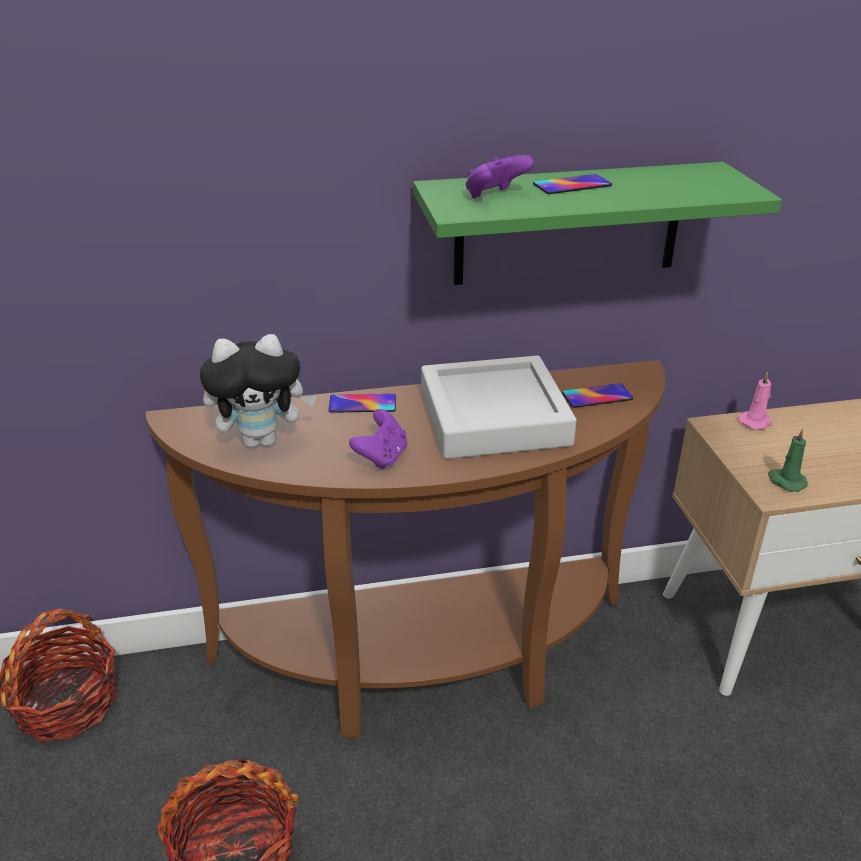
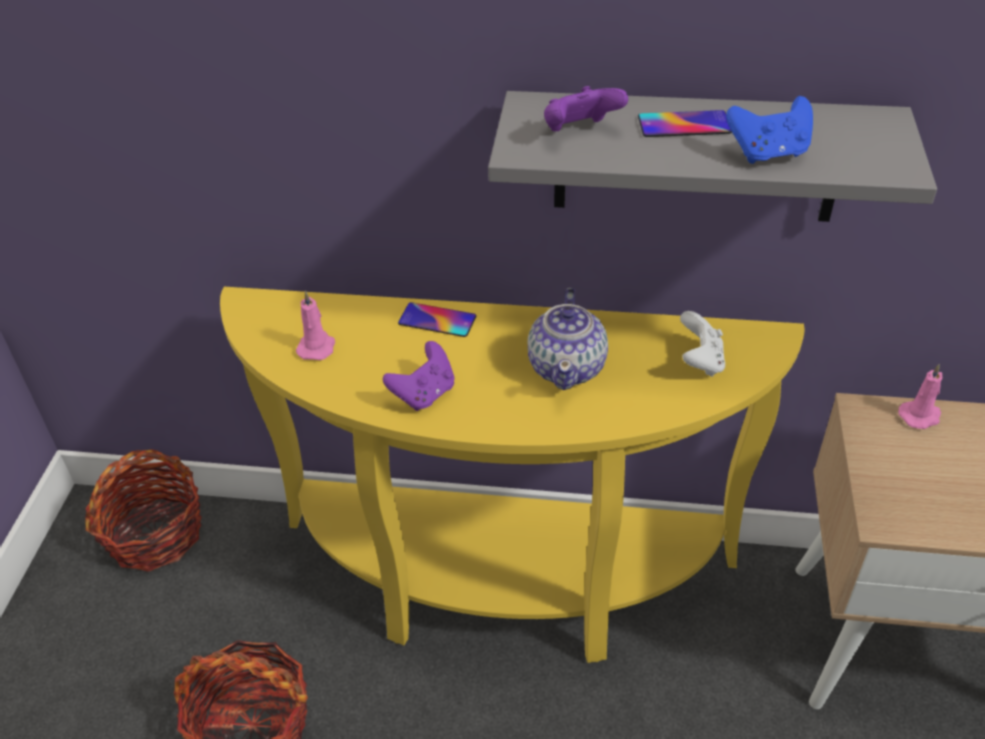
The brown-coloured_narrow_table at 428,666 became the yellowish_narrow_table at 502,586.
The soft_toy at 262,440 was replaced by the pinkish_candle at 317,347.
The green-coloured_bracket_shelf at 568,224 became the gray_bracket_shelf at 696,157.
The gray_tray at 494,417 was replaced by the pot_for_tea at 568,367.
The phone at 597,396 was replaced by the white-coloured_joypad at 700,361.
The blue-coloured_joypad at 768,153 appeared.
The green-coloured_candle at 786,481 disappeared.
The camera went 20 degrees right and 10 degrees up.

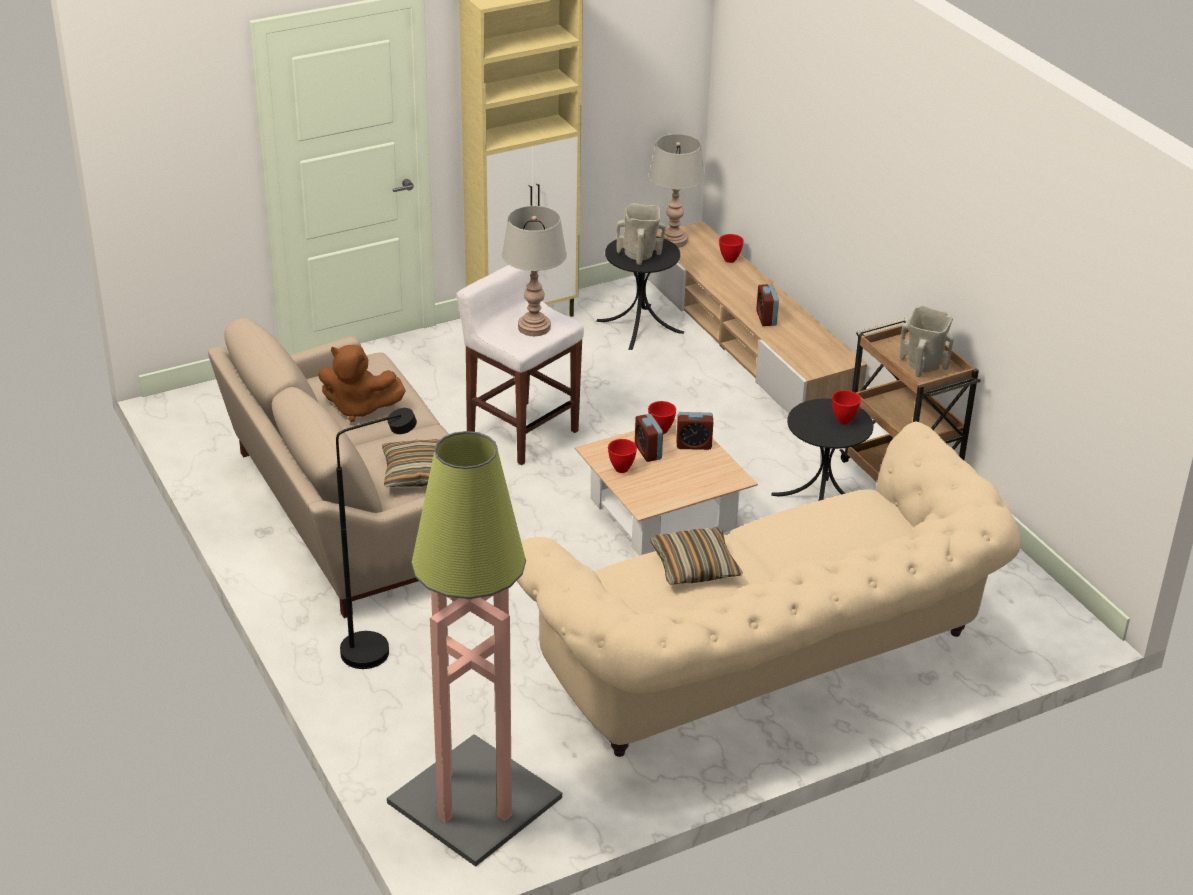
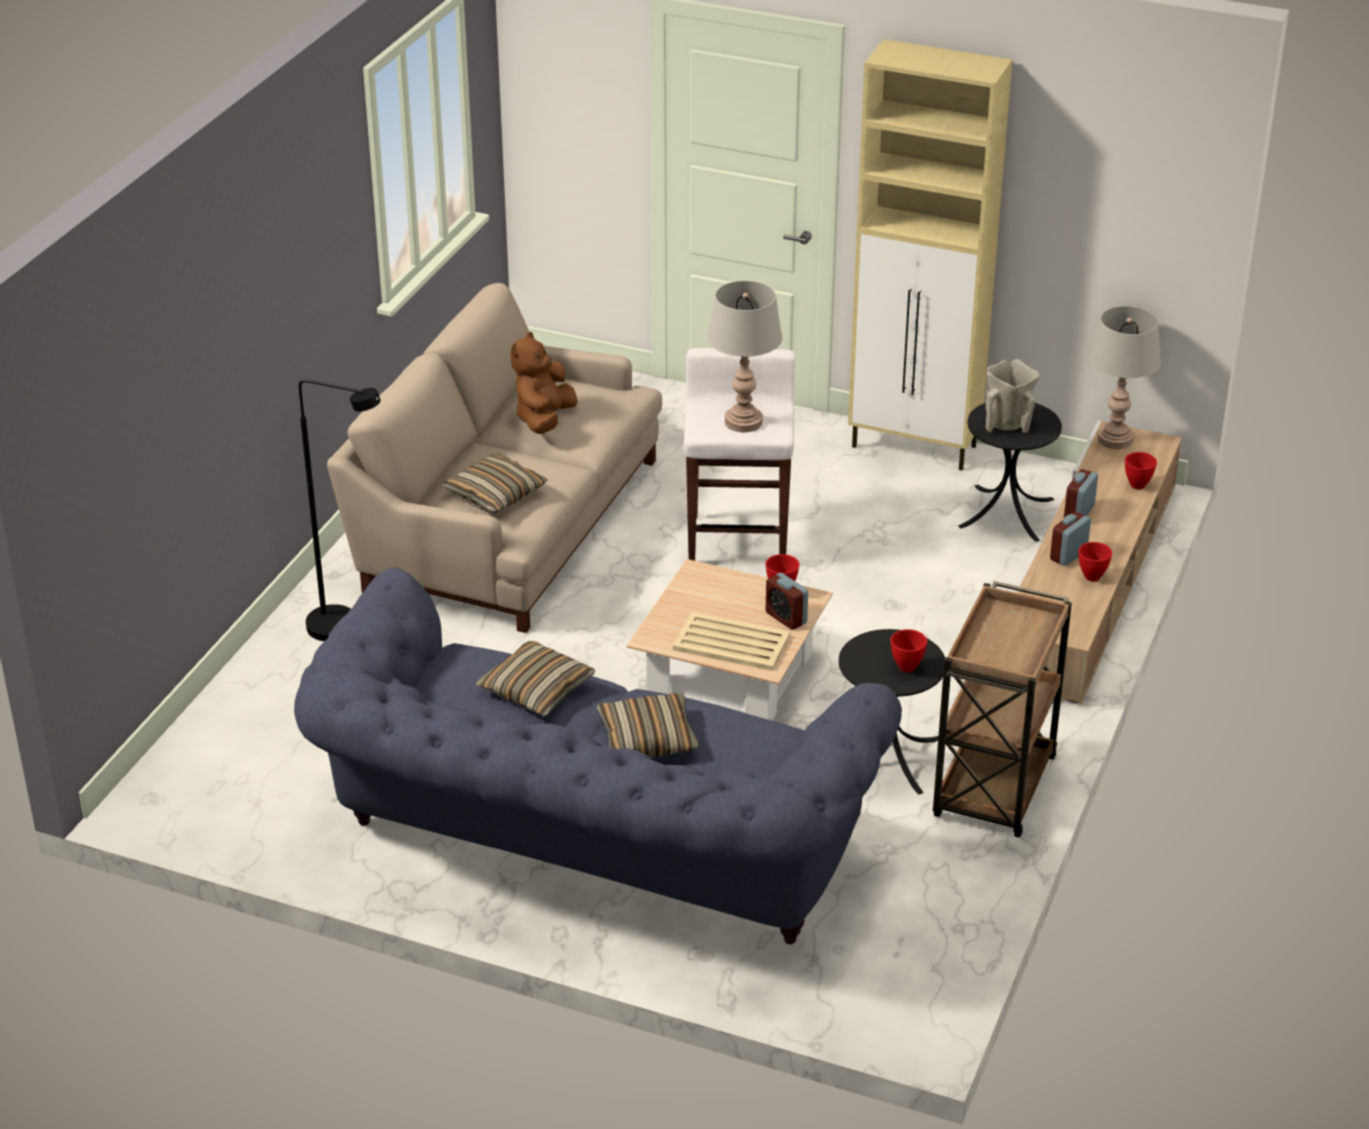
The beige-coloured_settee at 770,668 became the blue-coloured_settee at 587,850.
The brown-coloured_soft_toy at 359,408 turned 45 degrees clockwise.
The throw_pillow at 647,738 appeared.
The beige-coloured_tray at 732,643 appeared.
The alarm_clock moved from 648,452 to 1079,512.
The reddish_bowl moved from 621,469 to 1091,577.
The standard_lamp at 472,800 disappeared.
The beige-coloured_flower_vase at 923,366 disappeared.
The camera went 50 degrees right and 0 degrees up.

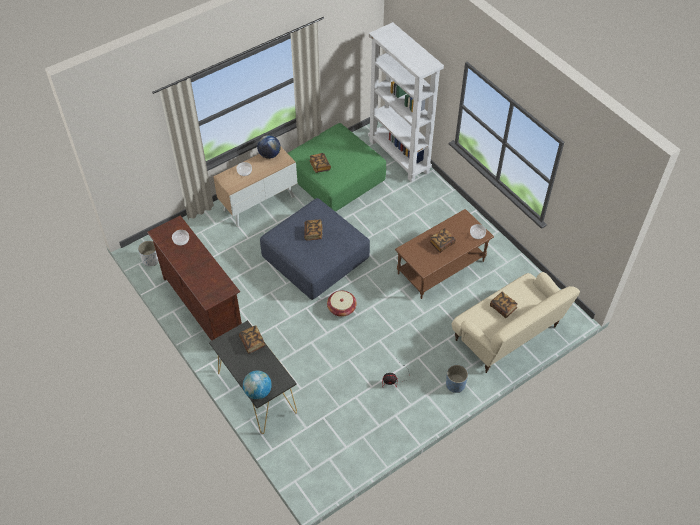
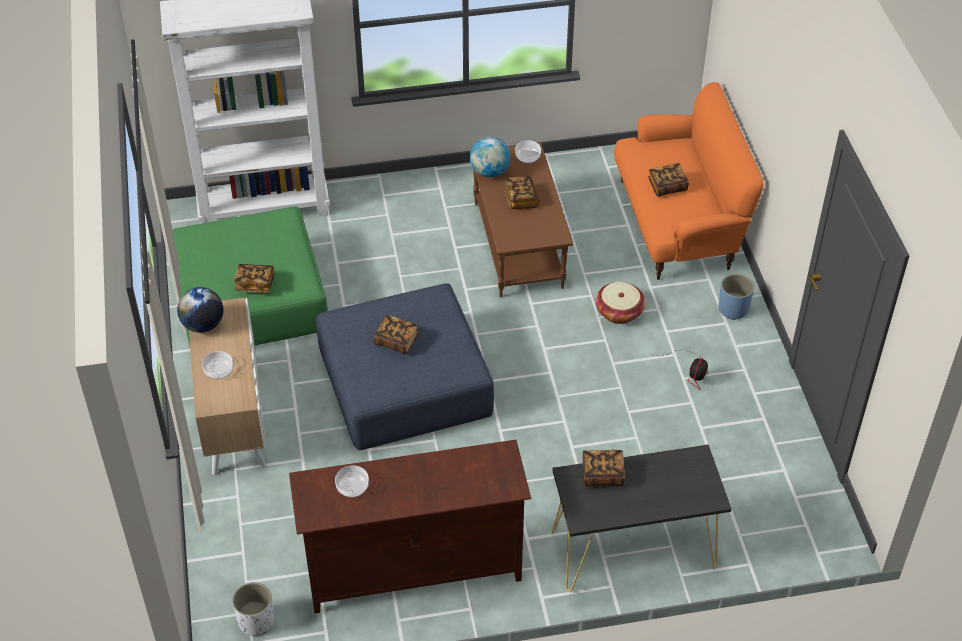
The desk_globe moved from 258,392 to 489,172.
The basket moved from 341,308 to 619,312.
The beige-coloured_settee at 507,335 became the orangey_settee at 677,224.
The camera went 65 degrees left and 5 degrees down.

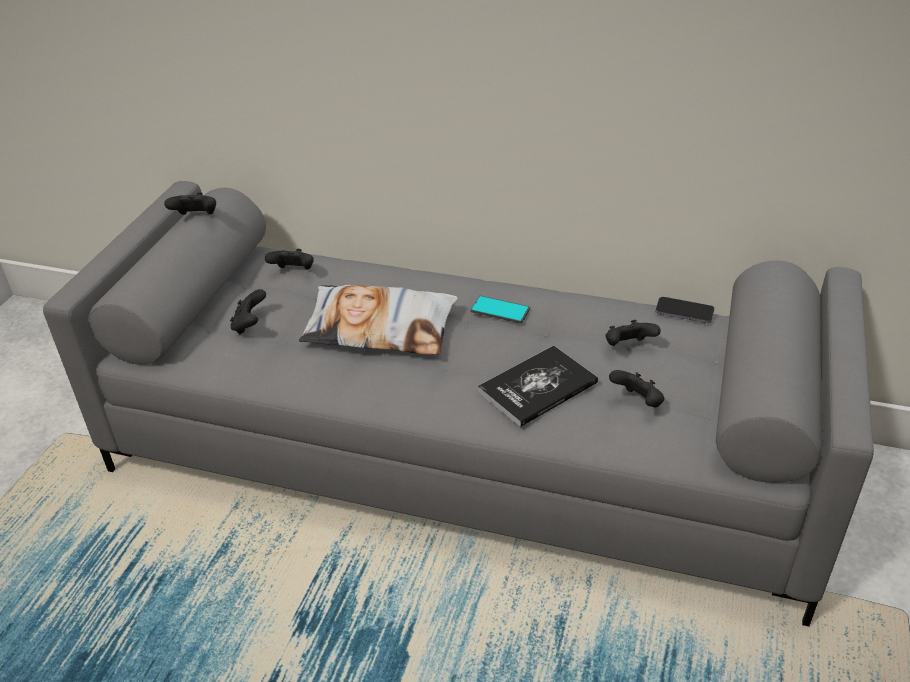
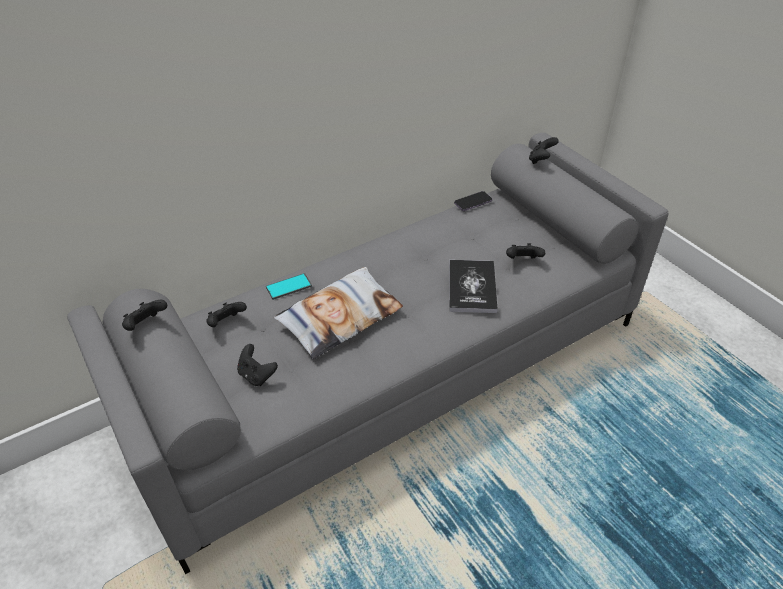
The phone moved from 500,310 to 289,286.
The black_joypad moved from 628,347 to 541,160.
The camera went 50 degrees left and 5 degrees up.

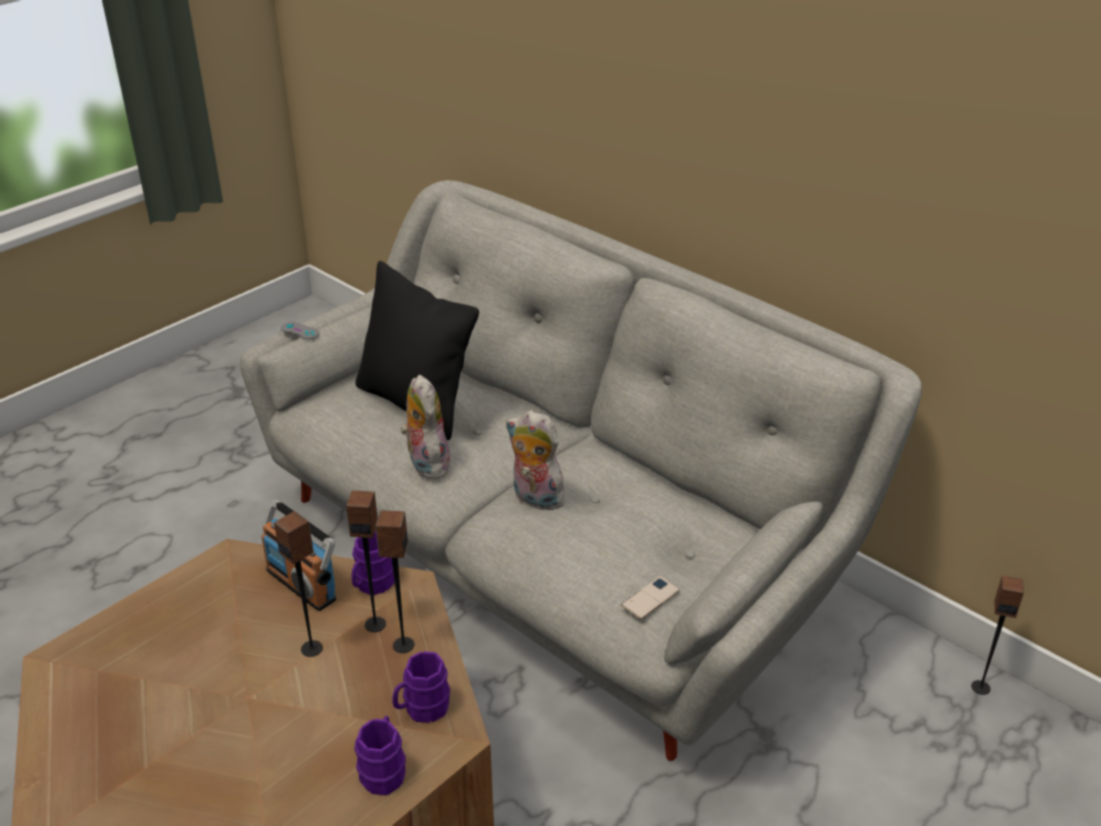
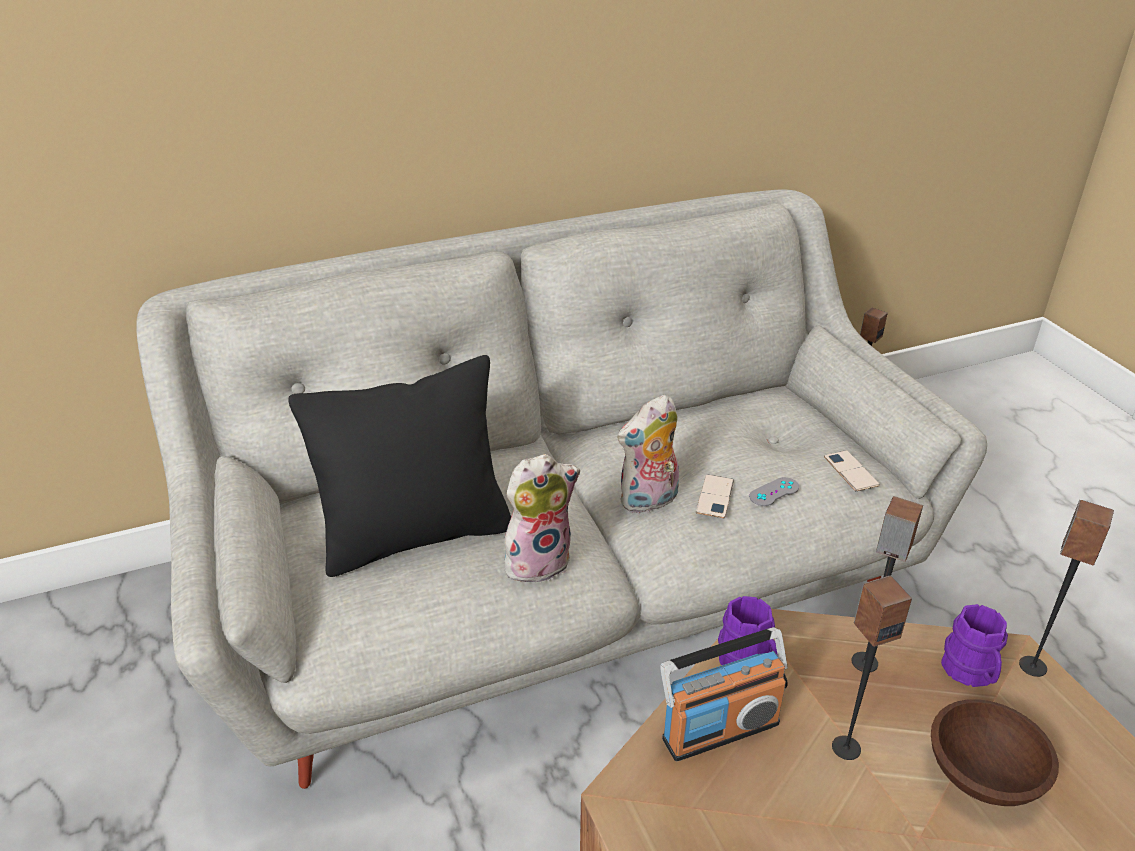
The soft_toy at 426,463 turned 150 degrees clockwise.
The phone at 715,496 appeared.
The gray_joypad moved from 300,331 to 774,492.
The brown-coloured_bowl at 984,772 appeared.
The audio_speaker moved from 375,624 to 1032,666.
The purple_mug at 384,769 disappeared.
The camera went 65 degrees left and 0 degrees up.

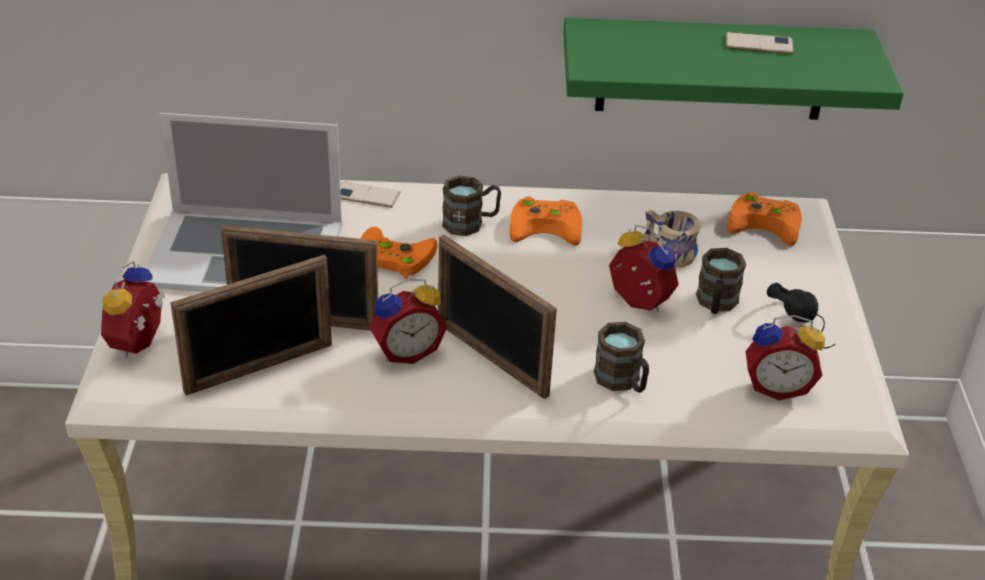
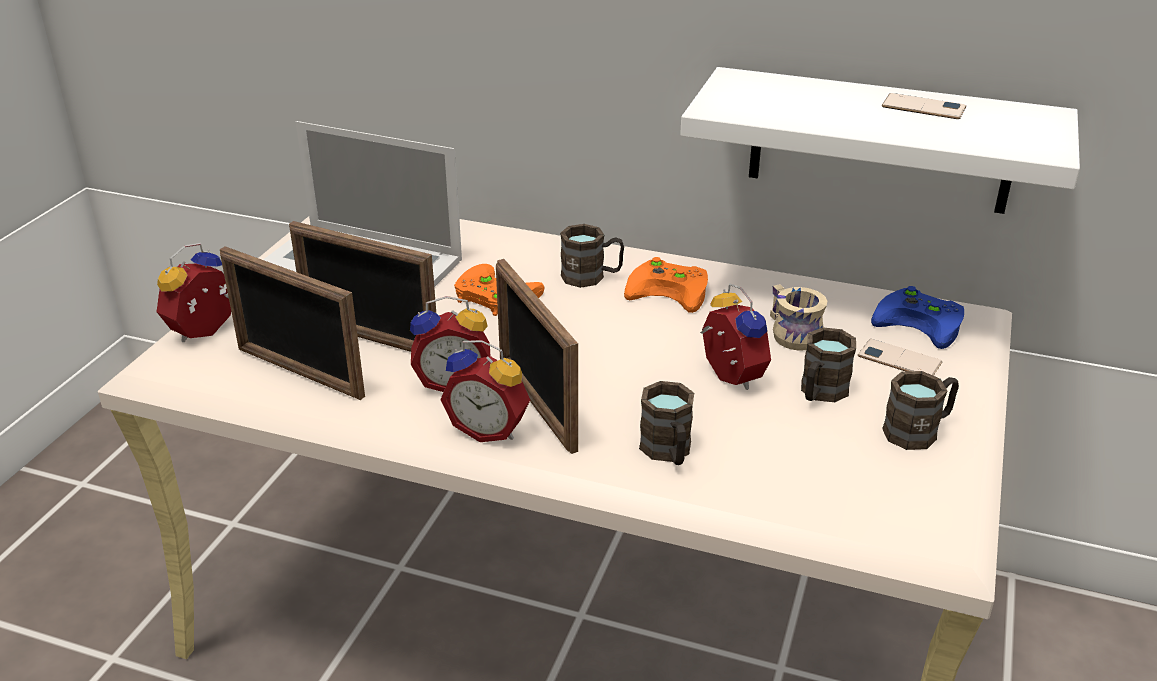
The photo_frame at 259,368 turned 45 degrees clockwise.
The alarm_clock moved from 776,386 to 490,429.
The green-coloured_bracket_shelf at 712,69 became the white-coloured_bracket_shelf at 881,141.
The phone moved from 366,195 to 899,359.
The orangey_joypad at 767,223 became the blue-coloured_joypad at 923,322.
The black_headphones at 804,324 was replaced by the brown-coloured_mug at 919,430.
The camera went 20 degrees right and 5 degrees down.

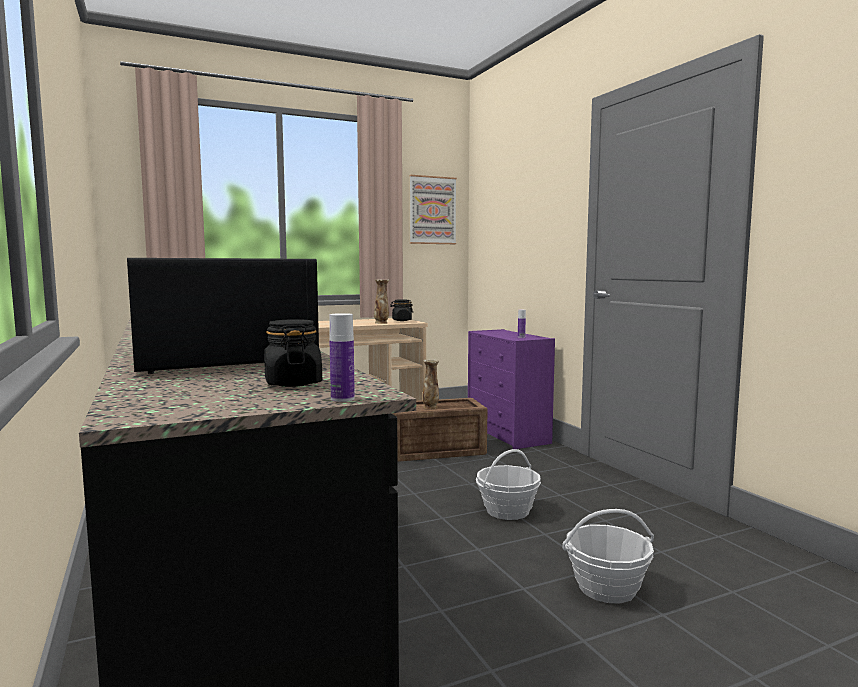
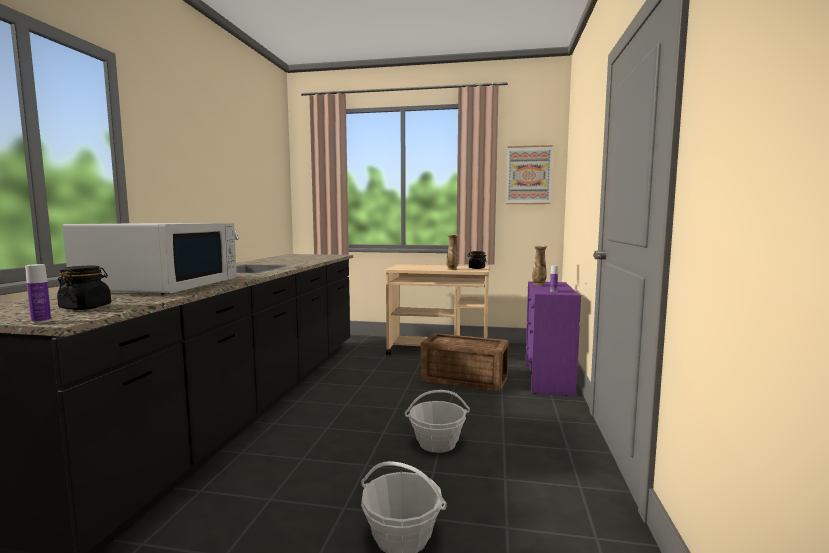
The black_microwave_oven at 220,356 became the white-coloured_microwave_oven at 163,285.
The flower_vase moved from 430,407 to 539,284.
The camera went 35 degrees right and 0 degrees up.

